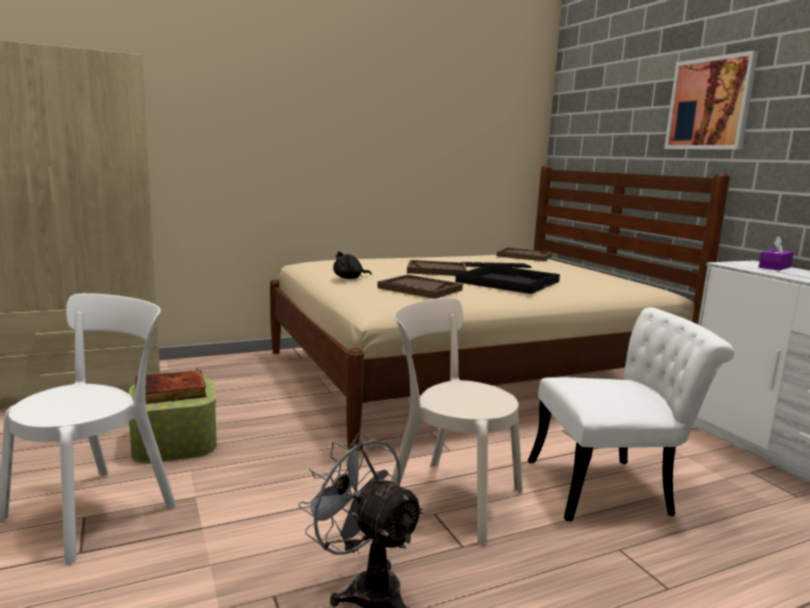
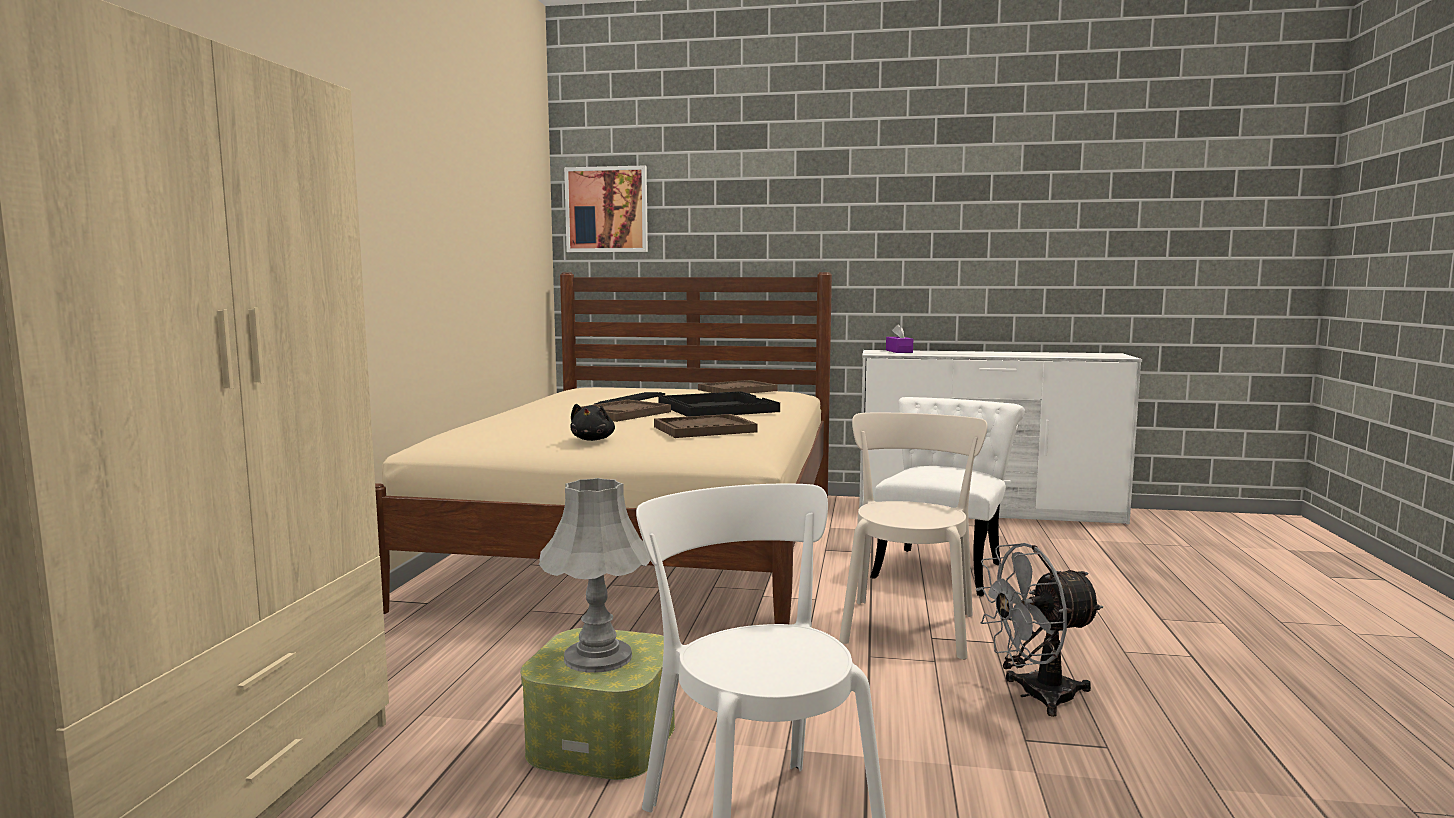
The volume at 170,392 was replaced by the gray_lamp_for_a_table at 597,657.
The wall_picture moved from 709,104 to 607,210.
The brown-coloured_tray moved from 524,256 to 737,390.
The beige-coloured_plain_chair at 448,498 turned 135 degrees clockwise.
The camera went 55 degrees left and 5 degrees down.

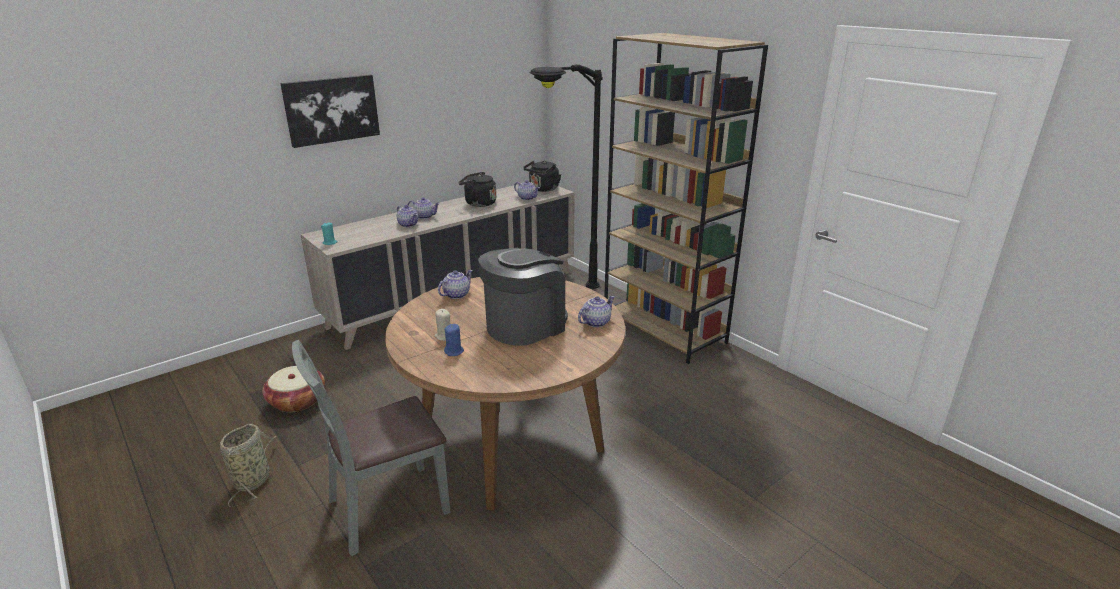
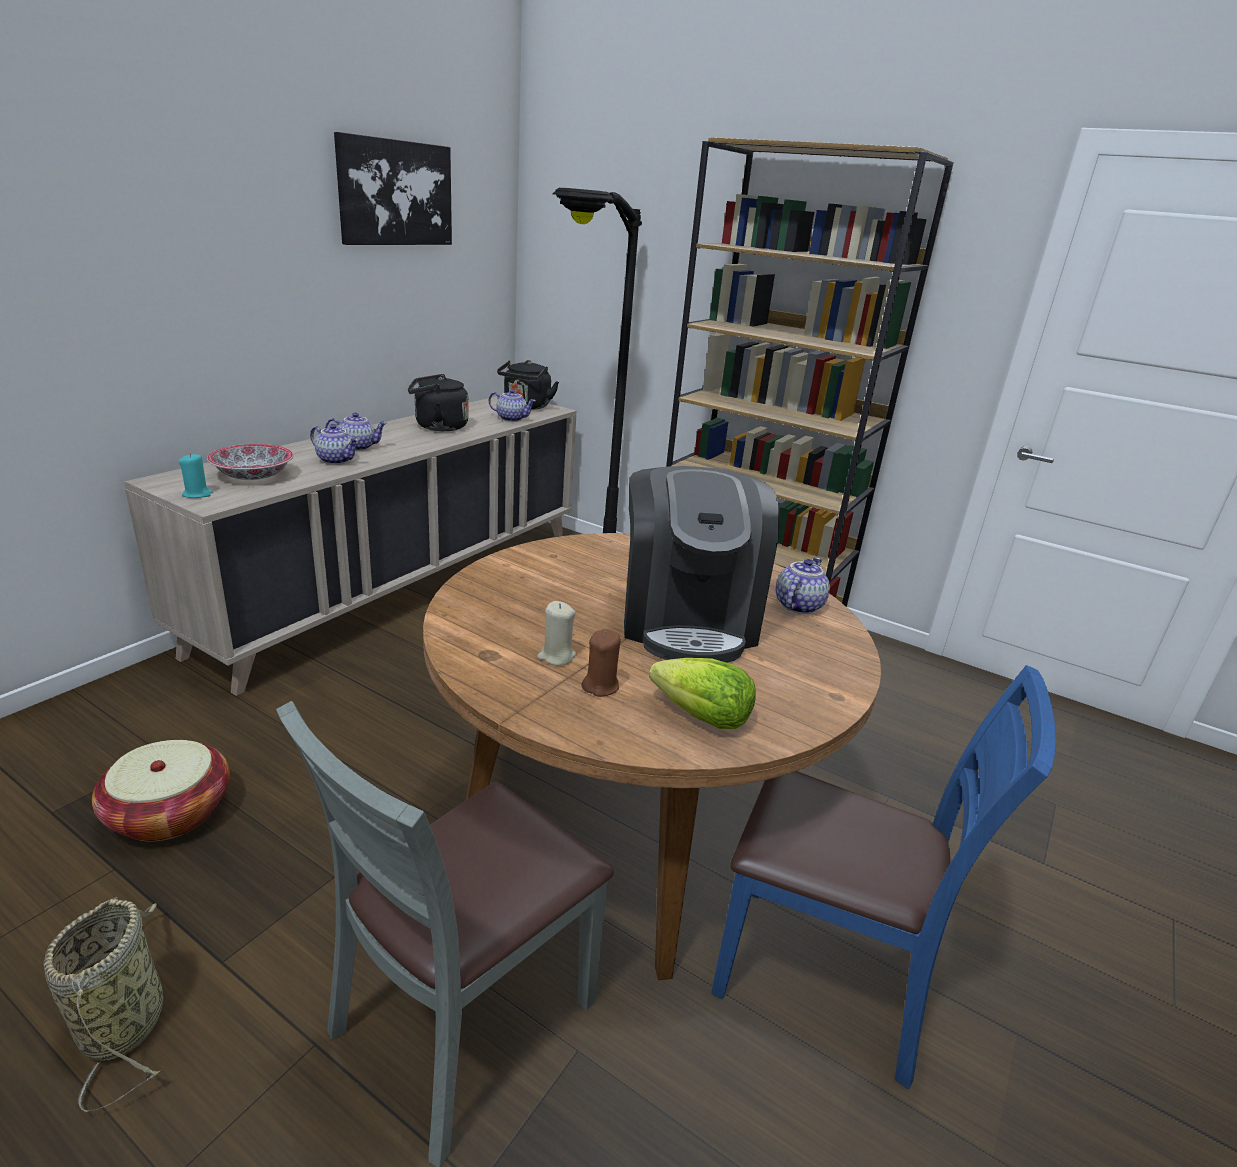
The bowl at 253,475 appeared.
The wall_picture moved from 331,110 to 395,193.
The blue-coloured_candle at 454,351 became the brown-coloured_candle at 600,686.
The coffee_maker at 525,325 turned 150 degrees clockwise.
The lettuce_head at 702,717 appeared.
The blue-coloured_plain_chair at 825,976 appeared.
The pot_for_tea at 456,294 disappeared.
The camera went 20 degrees left and 0 degrees up.

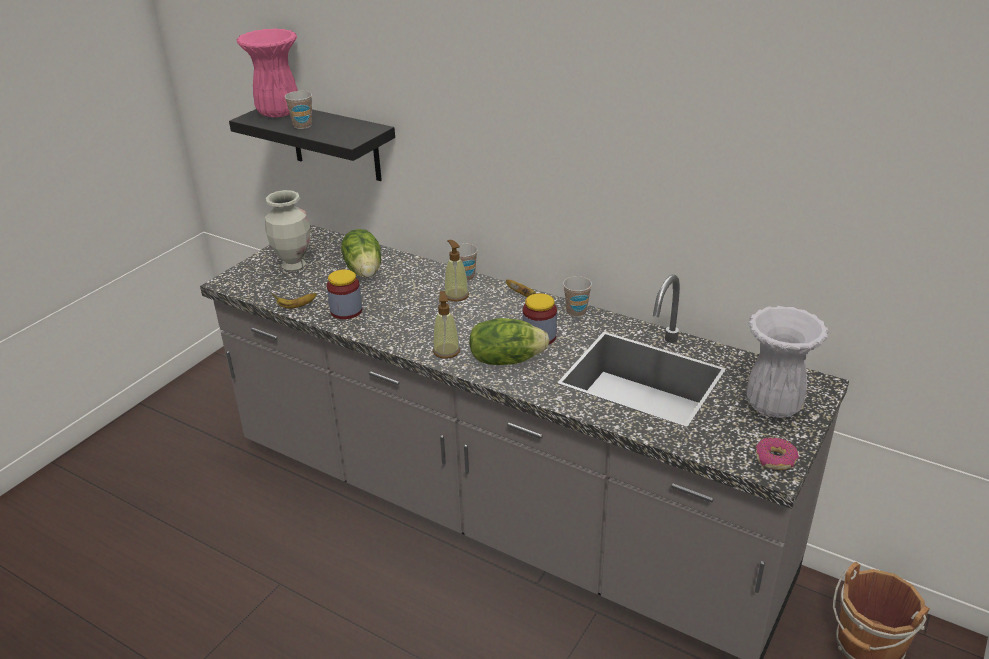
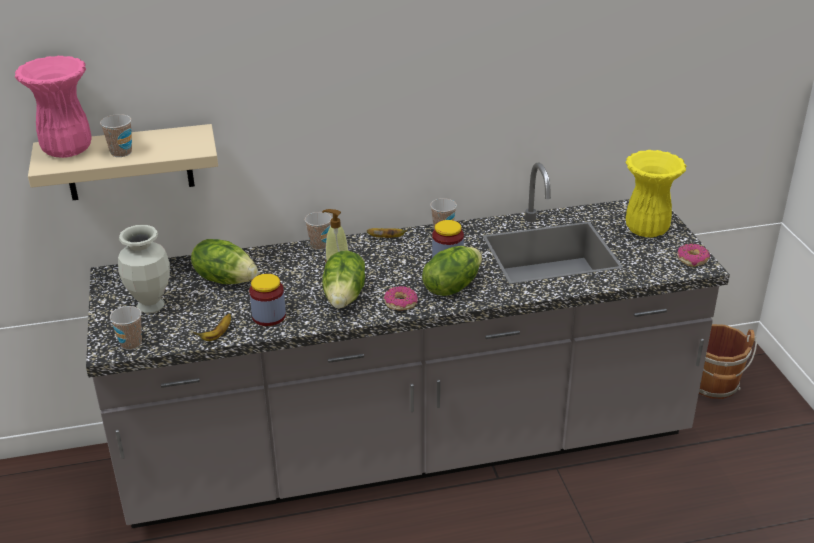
The black_bracket_shelf at 335,142 became the beige-coloured_bracket_shelf at 129,163.
The drinking_cup at 131,343 appeared.
The lettuce_head at 345,297 appeared.
The liquid_soap_bottle at 446,351 was replaced by the ring_doughnut at 400,303.
The white-coloured_flower_vase at 771,406 became the yellowish_flower_vase at 646,231.
The camera went 45 degrees left and 0 degrees up.

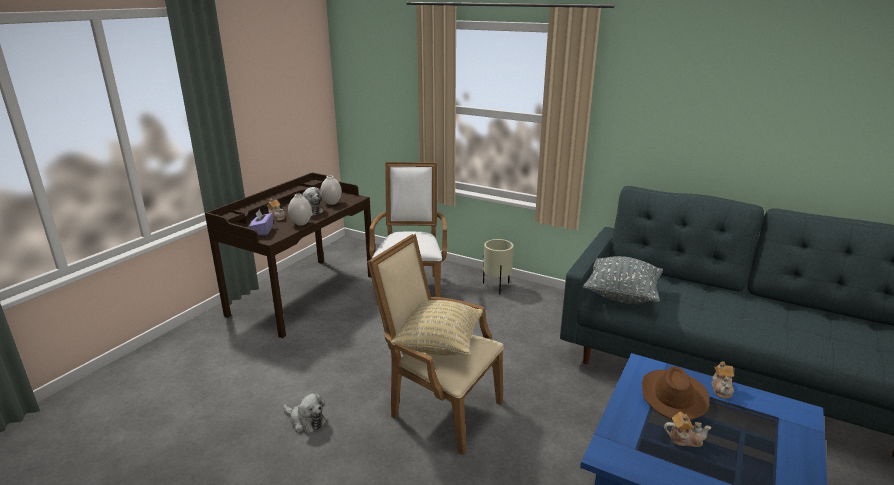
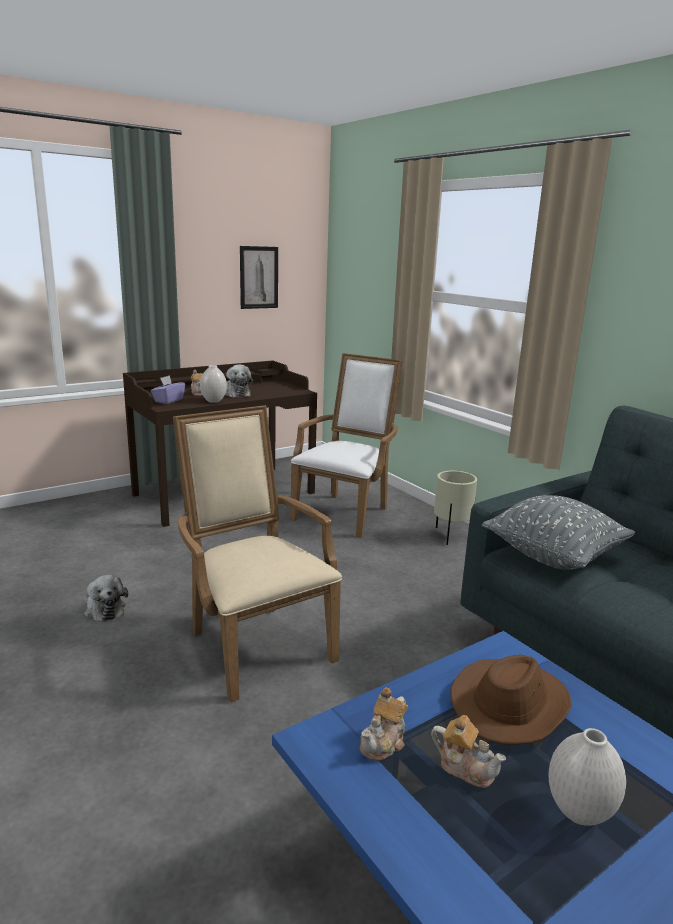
The wall_picture at 259,277 appeared.
The pot_for_tea moved from 721,389 to 384,742.
The white-coloured_flower_vase moved from 332,203 to 580,813.
The beige-coloured_throw_pillow at 439,345 disappeared.
The camera went 25 degrees right and 5 degrees down.

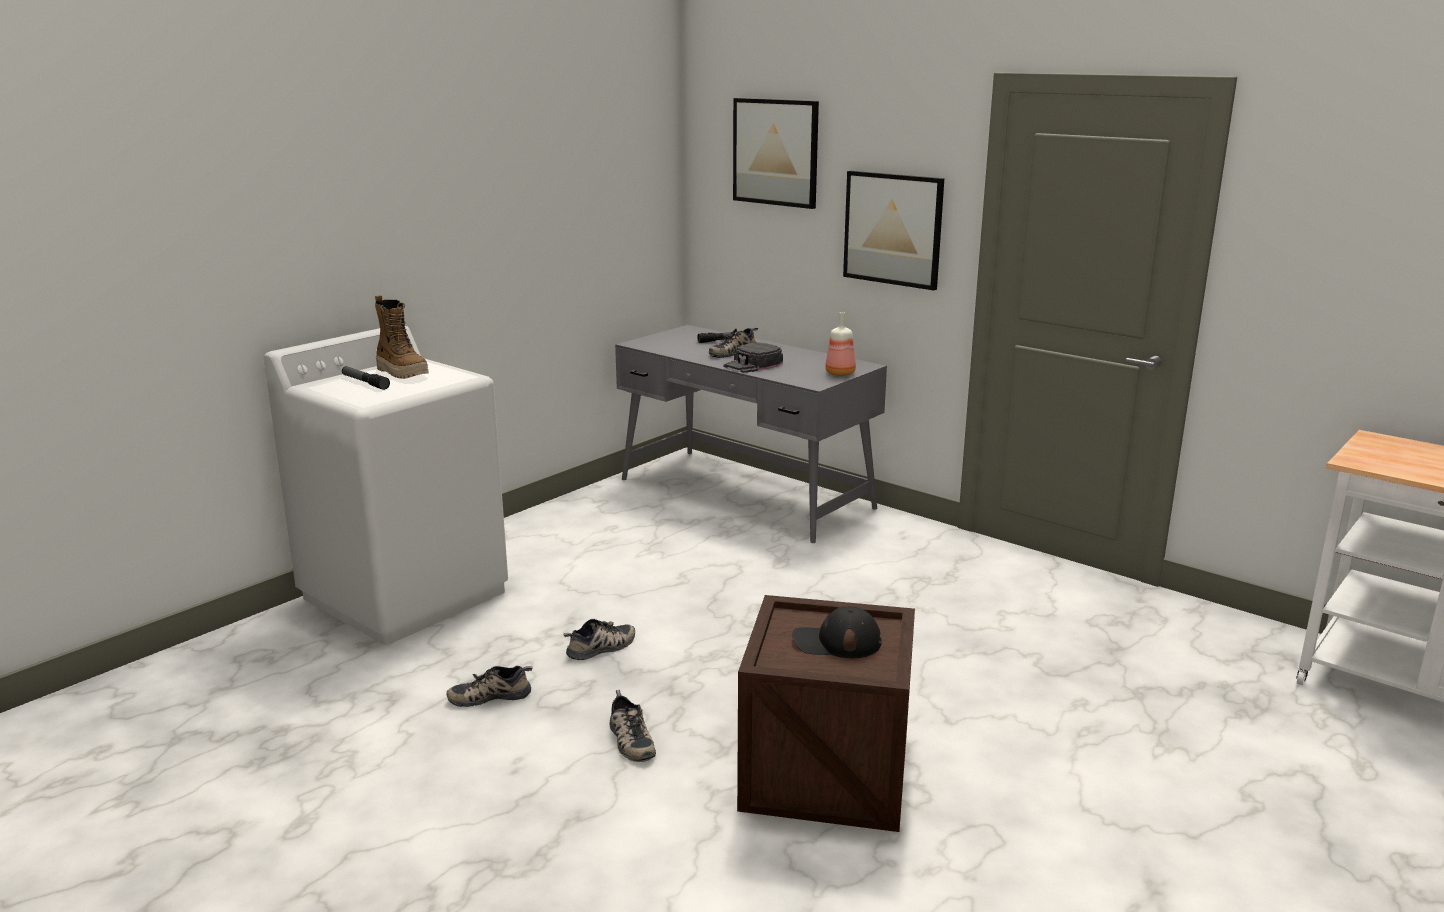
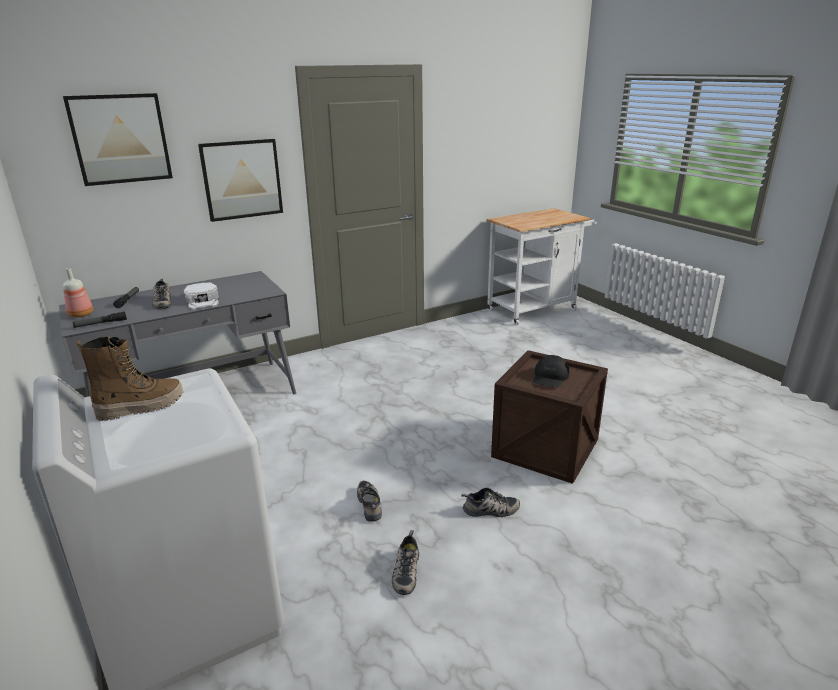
The drink_bottle moved from 841,373 to 81,314.
The flashlight moved from 365,382 to 101,323.
The black_baseball_cap at 753,364 became the white-coloured_baseball_cap at 203,301.
The camera went 70 degrees left and 5 degrees up.

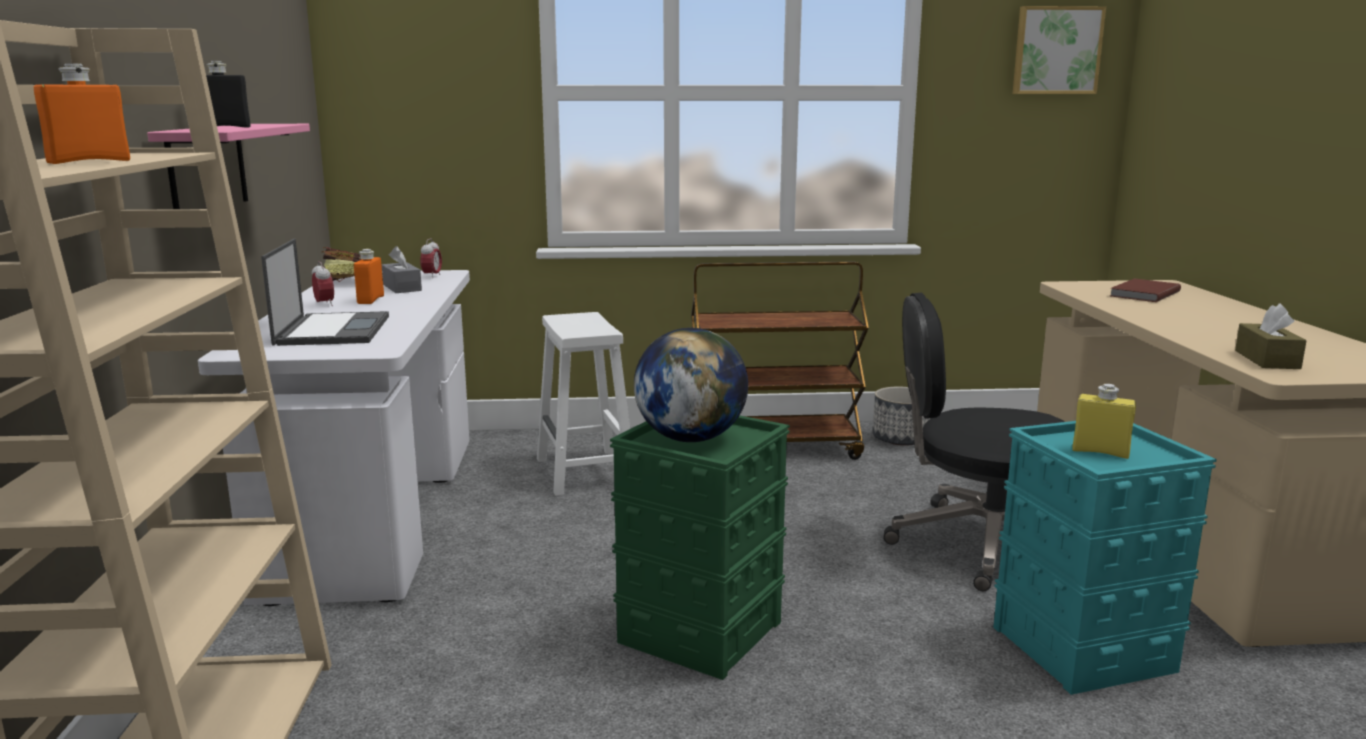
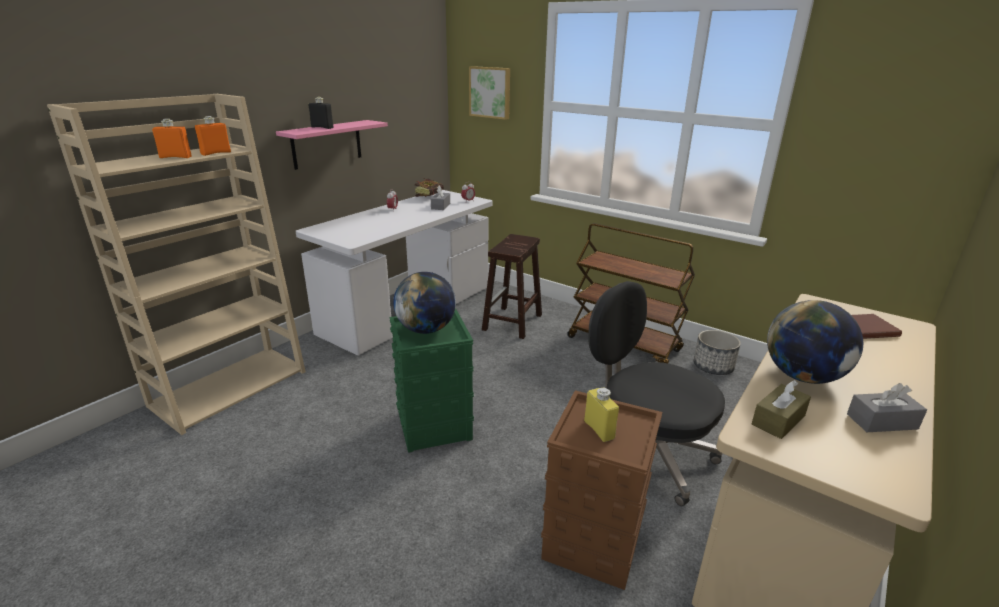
The orangey_drink_bottle moved from 370,300 to 216,153.
The wall_picture moved from 1056,51 to 490,92.
The white-coloured_stool_seat at 586,472 became the brown-coloured_stool_seat at 512,323.
The blue-green_storage_container at 1085,649 became the brown-coloured_storage_container at 593,543.
The desk_globe at 803,376 appeared.
The gray_tissue_holder at 881,421 appeared.
The notebook_computer at 333,330 disappeared.
The camera went 40 degrees right and 10 degrees up.

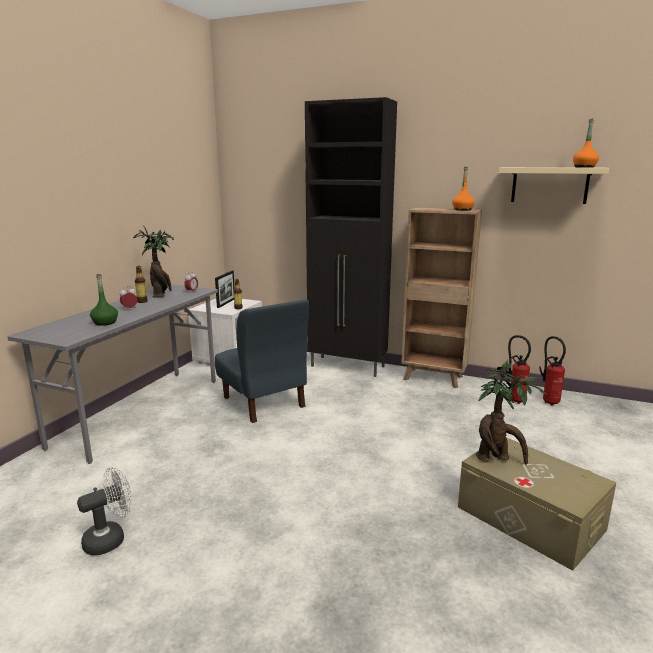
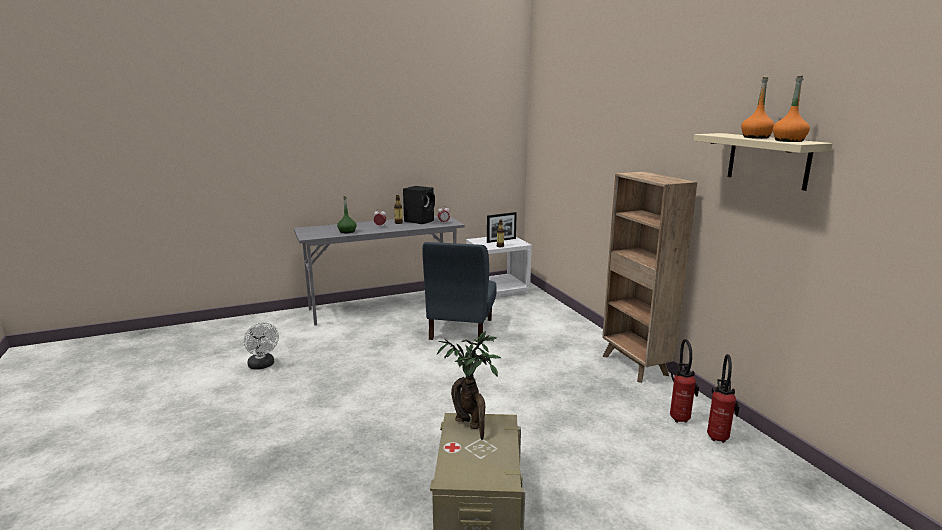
The white-coloured_electric_fan at 111,539 turned 45 degrees clockwise.
The plant_in_a_pot at 161,295 was replaced by the black_audio_speaker at 420,221.
The orangey_drink_bottle moved from 462,210 to 756,137.
The black_cupboard at 348,366 disappeared.
The camera went 45 degrees right and 0 degrees up.

